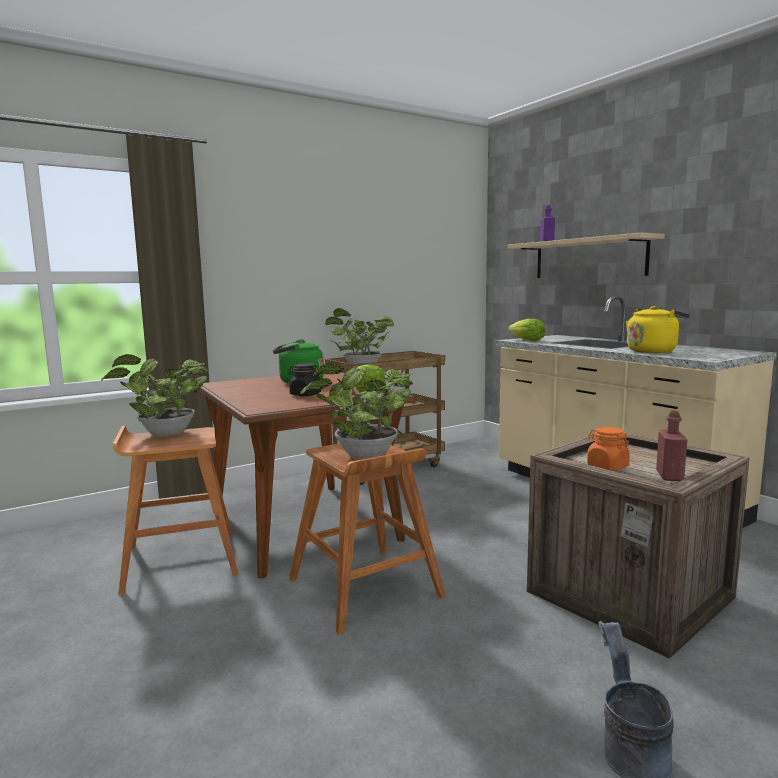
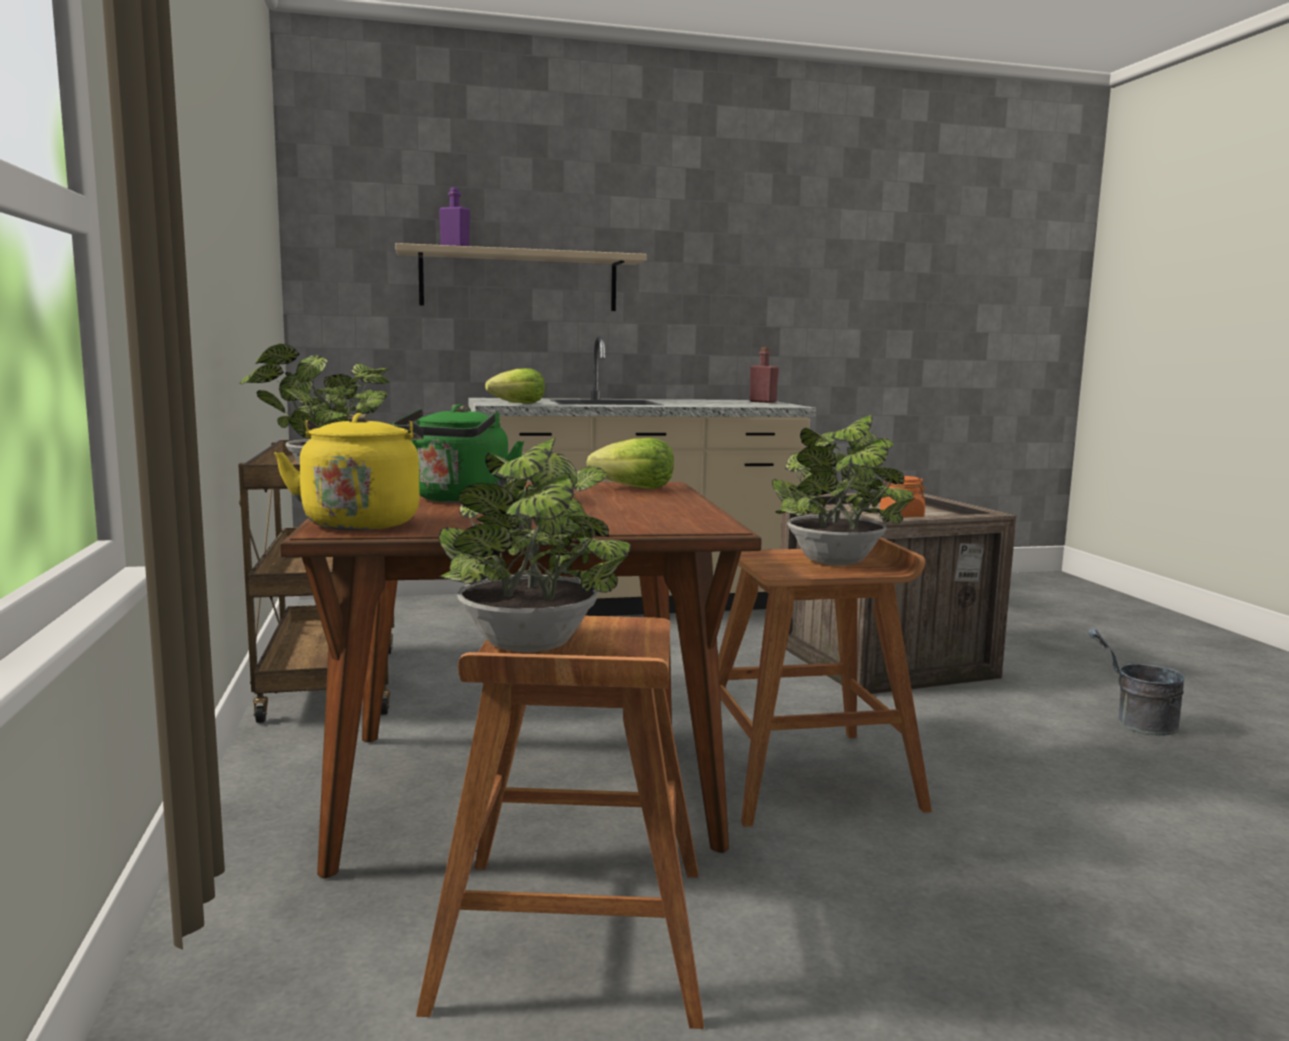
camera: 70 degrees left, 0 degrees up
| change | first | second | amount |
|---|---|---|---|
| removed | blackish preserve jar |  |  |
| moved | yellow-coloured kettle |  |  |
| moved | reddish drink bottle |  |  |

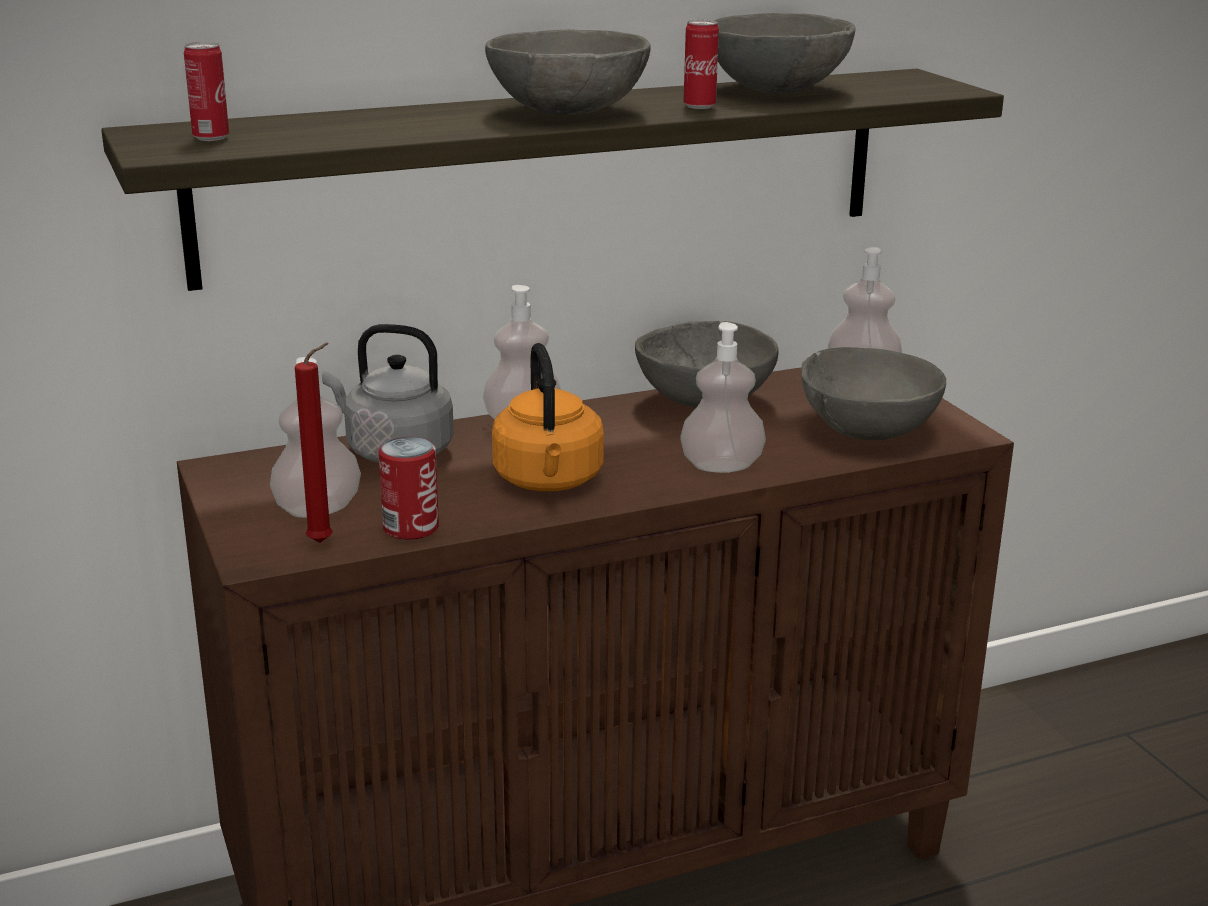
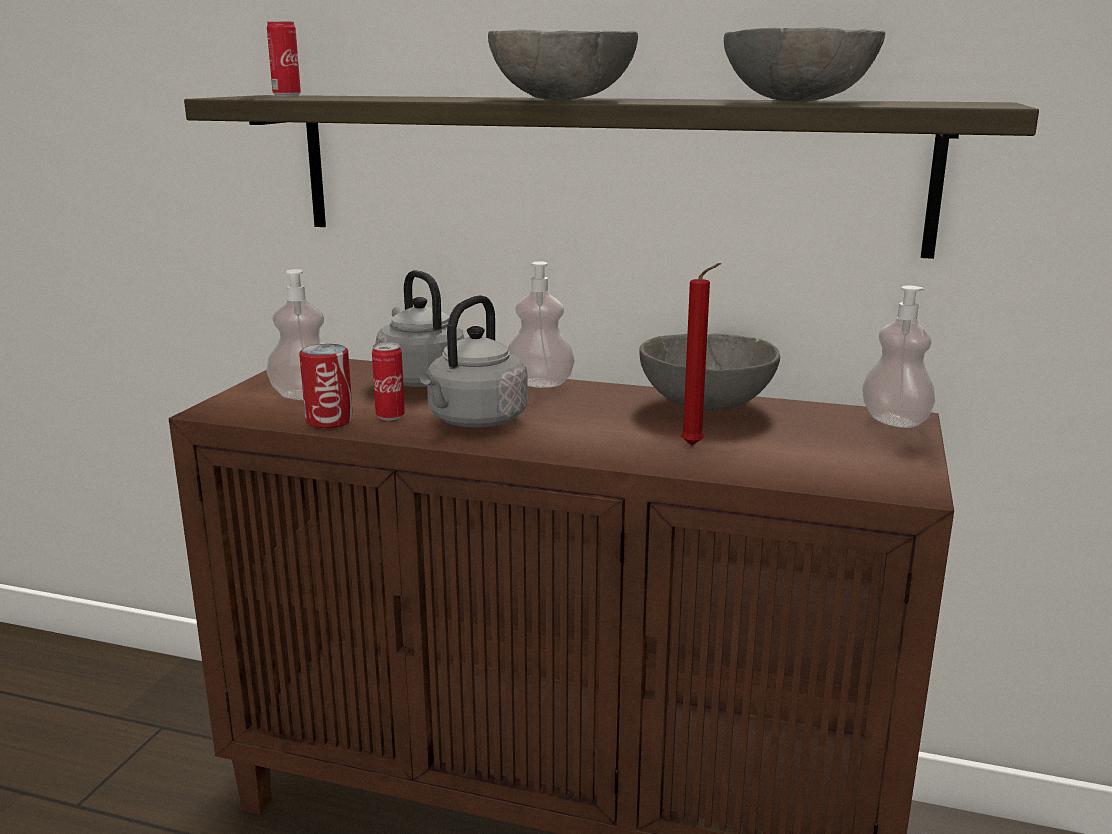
camera: 40 degrees right, 5 degrees down
| change | first | second | amount |
|---|---|---|---|
| moved | reddish candle |  |  |
| recoloured | orange kettle | grey kettle (2nd from left) |  |
| removed | soap dispenser (3rd from left) |  |  |
| moved | sealed can (3rd from left) |  |  |
| removed | grey deep dish (4th from left) |  |  |

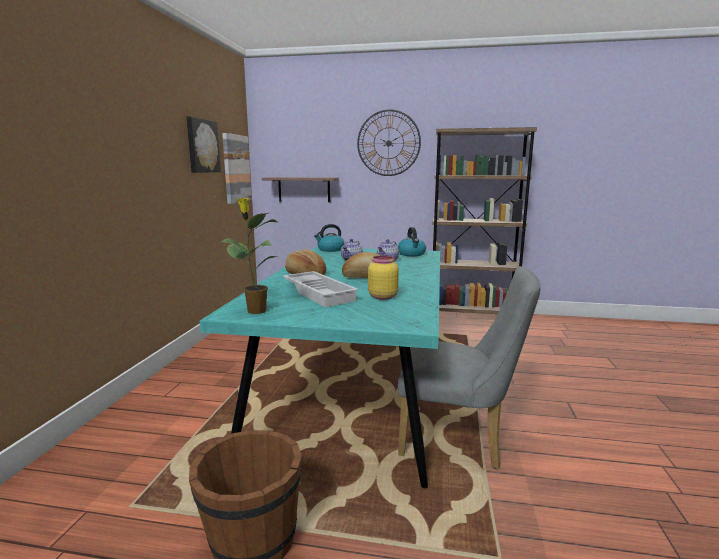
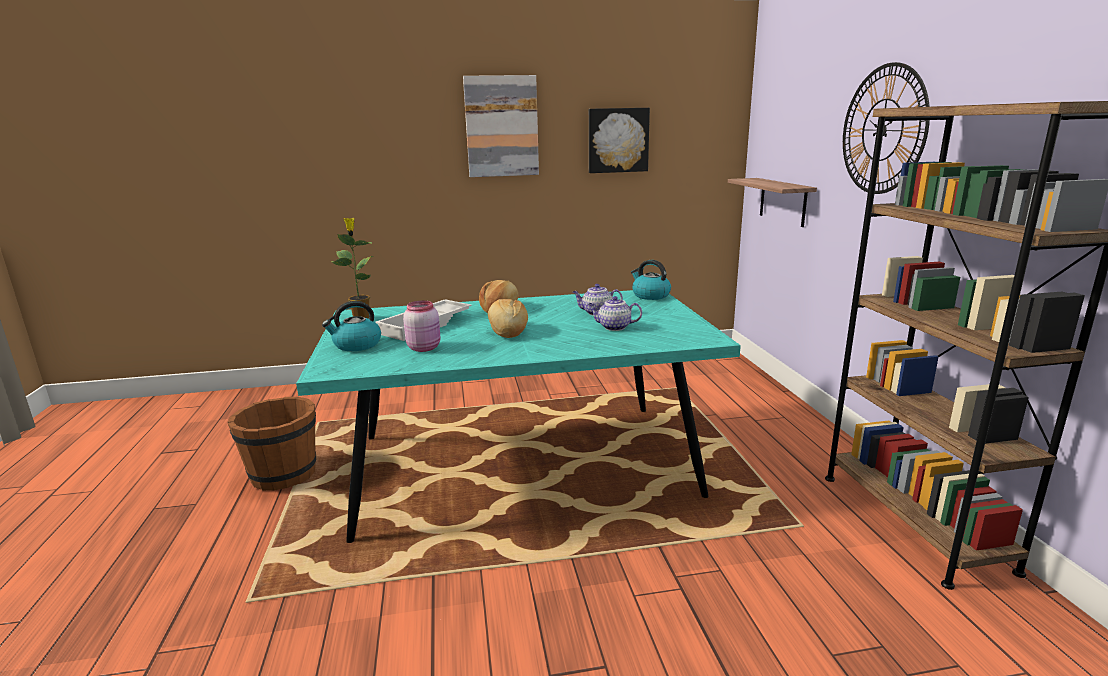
camera: 70 degrees right, 5 degrees up
| change | first | second | amount |
|---|---|---|---|
| moved | picture (2nd from left in the first image) | picture (1st from left) |  |
| recoloured | yellow-coloured preserve jar | pink preserve jar |  |
| moved | kettle (2nd from left in the first image) | kettle (1st from left) |  |
| removed | grey upright chair |  |  |

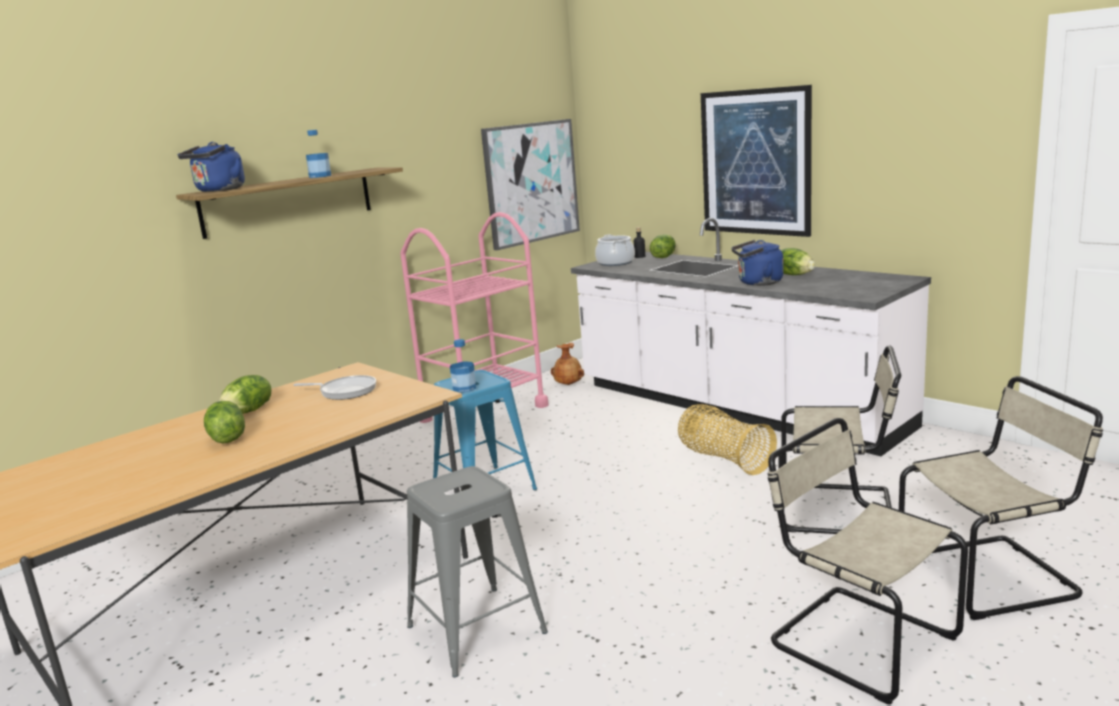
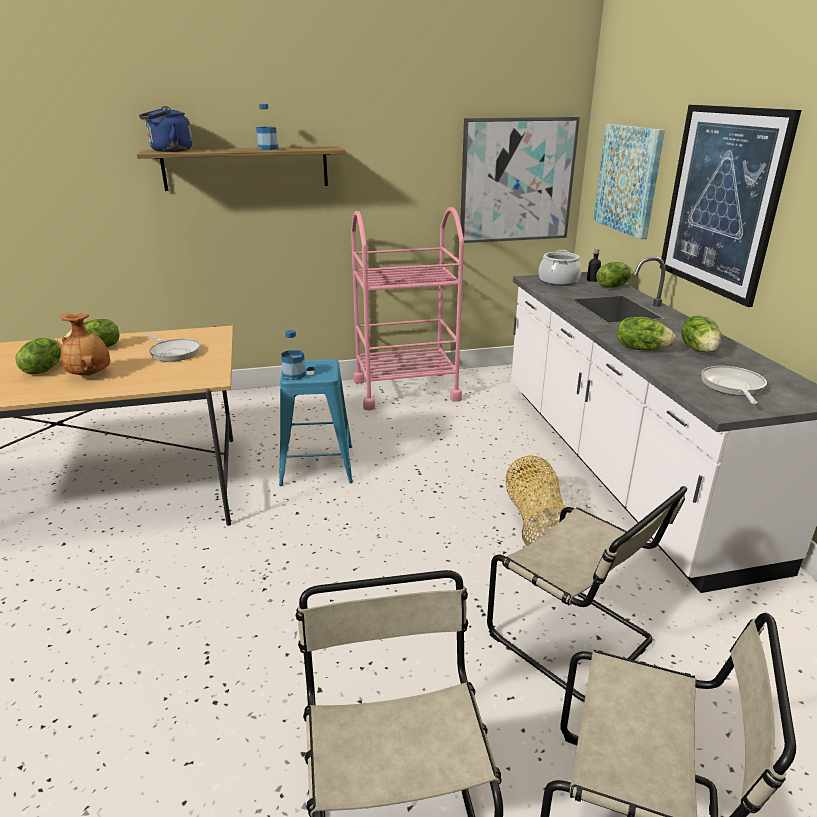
camera: 30 degrees right, 10 degrees up
| change | first | second | amount |
|---|---|---|---|
| removed | grey stool |  |  |
| moved | brown vase |  |  |
| replaced | blue kettle (2nd from left) | head of lettuce (4th from left) |  |
| added |  | picture (2nd from left) |  |
| added |  | frying pan (2nd from left) |  |

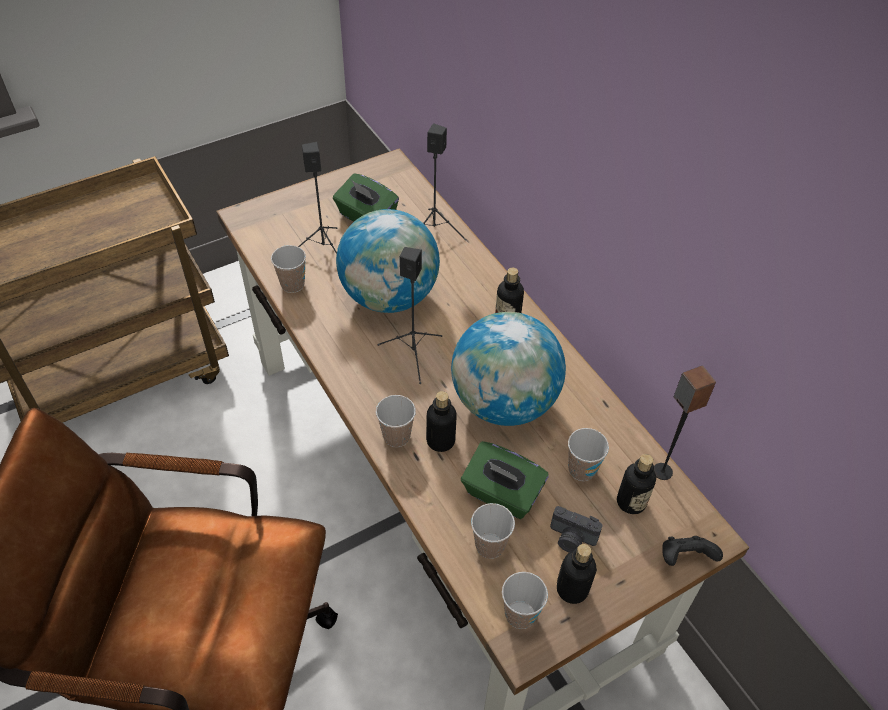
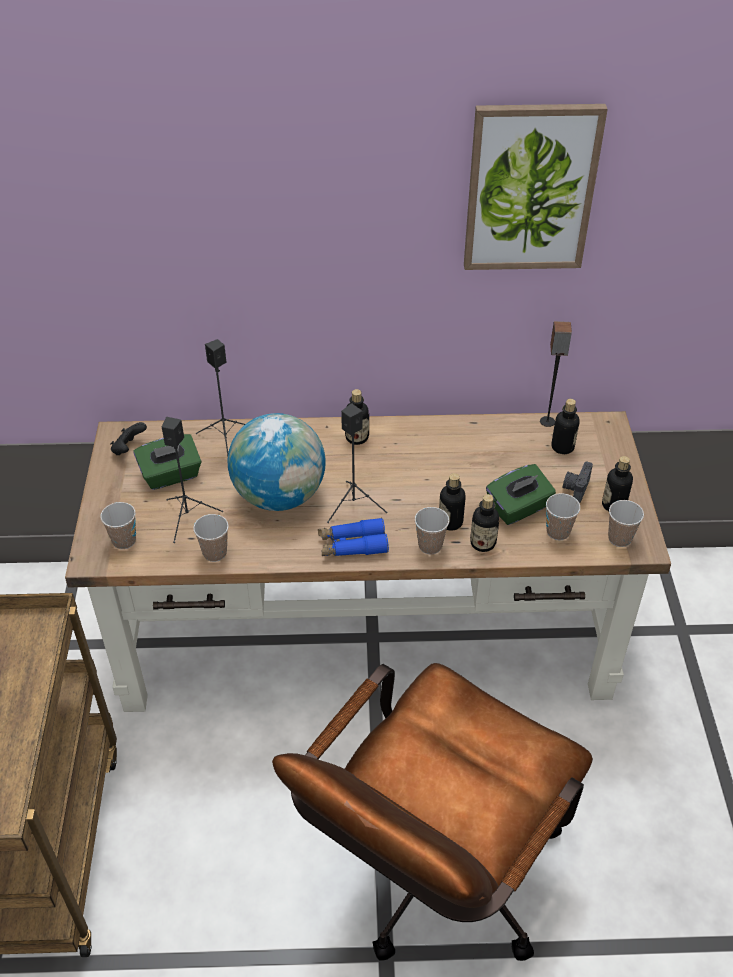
camera: 60 degrees left, 5 degrees down
| change | first | second | amount |
|---|---|---|---|
| removed | globe (2nd from left) |  |  |
| turned | still camera |  | 150 degrees clockwise |
| moved | drinking cup (5th from left in the first image) | drinking cup (1st from left) |  |
| moved | blackish game controller |  |  |
| added |  | blue field glasses |  |
| added |  | picture |  |
| added |  | drink bottle (3rd from left) |  |

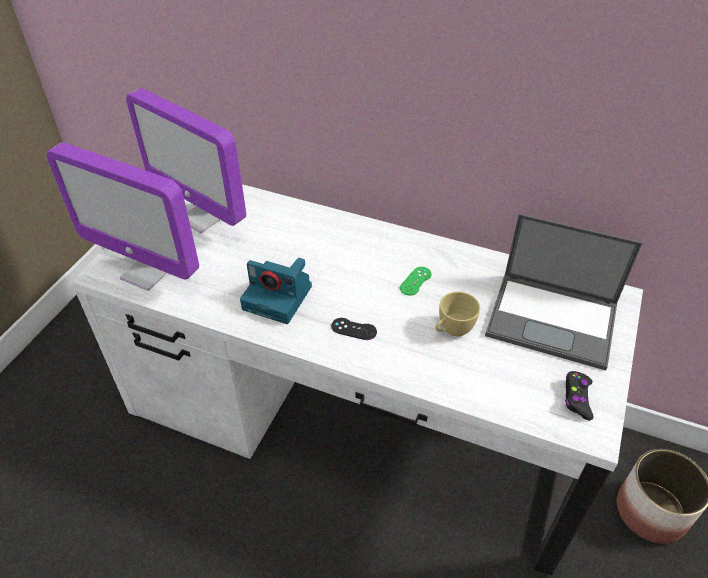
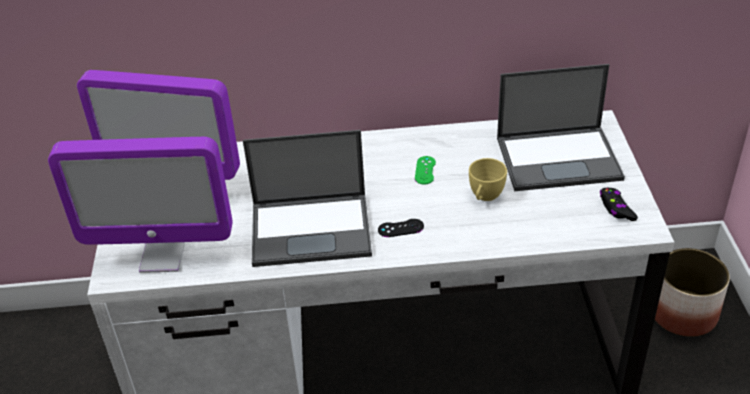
camera: 25 degrees left, 5 degrees down
| change | first | second | amount |
|---|---|---|---|
| replaced | still camera | laptop (1st from left) |  |

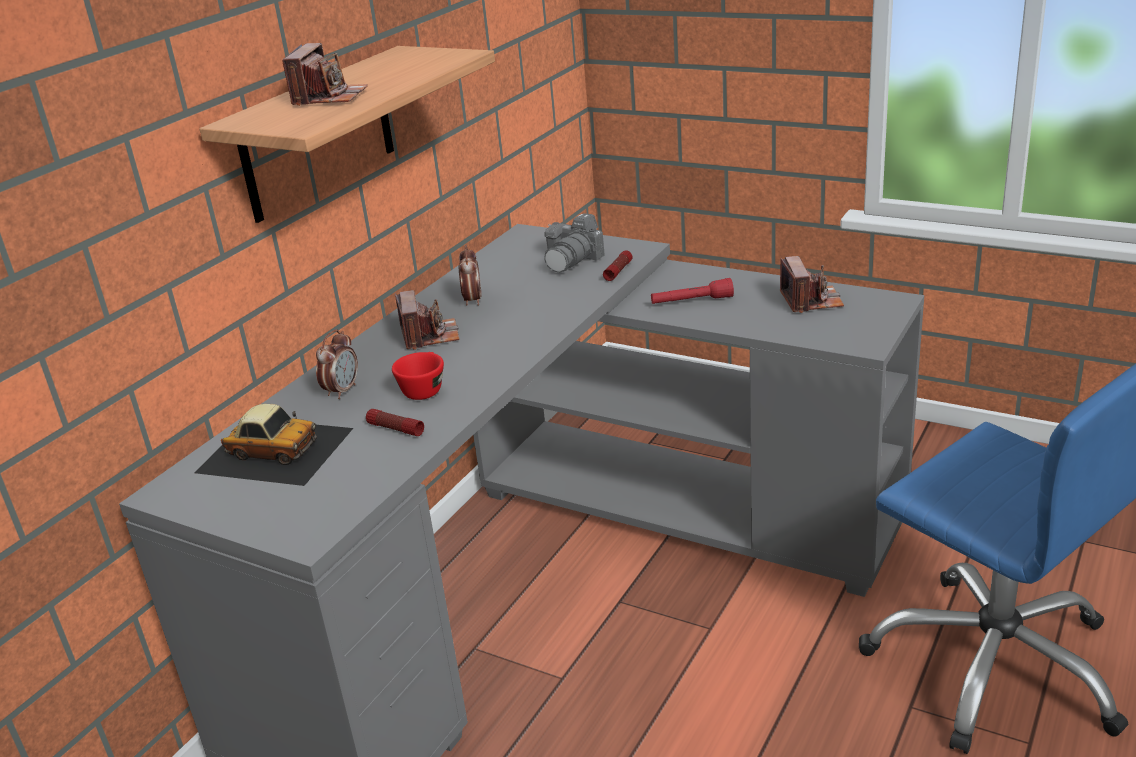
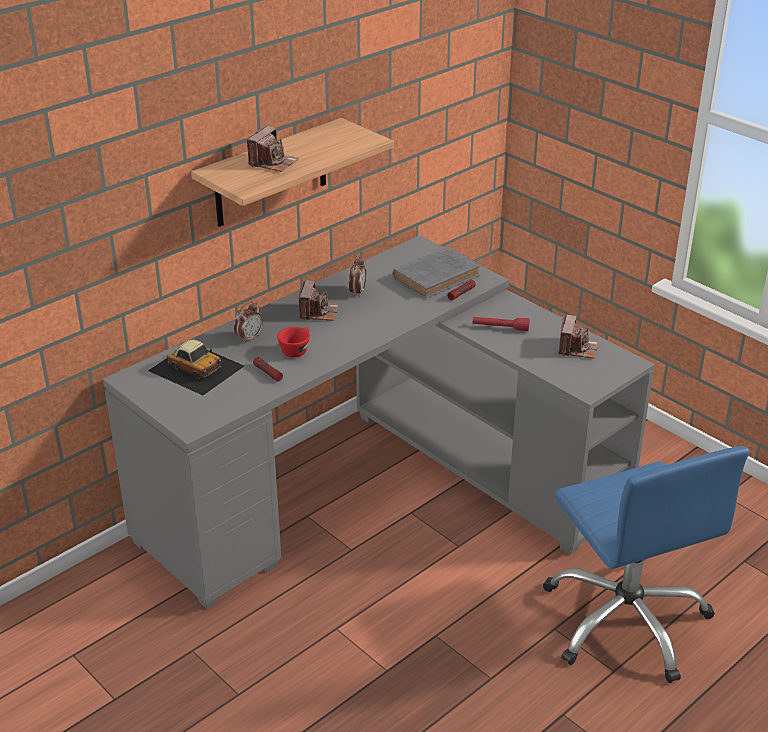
camera: 15 degrees right, 5 degrees up
| change | first | second | amount |
|---|---|---|---|
| replaced | still camera (3rd from left) | grey volume |  |

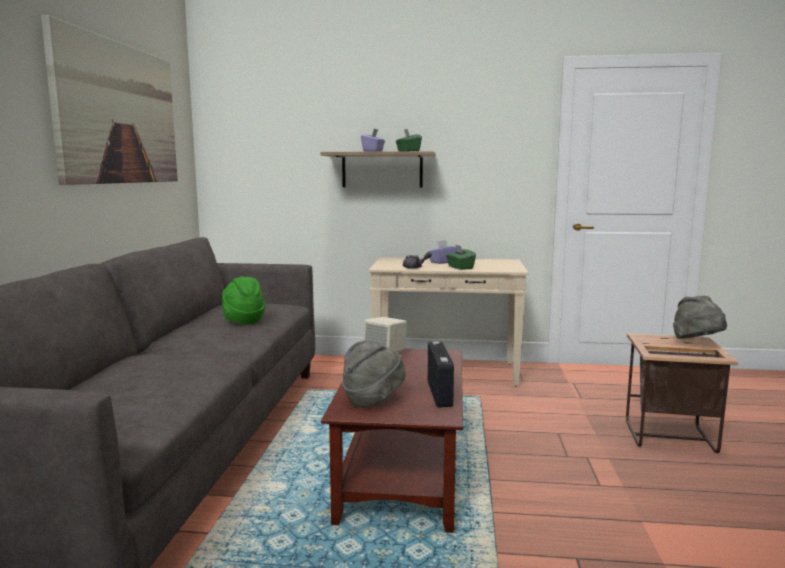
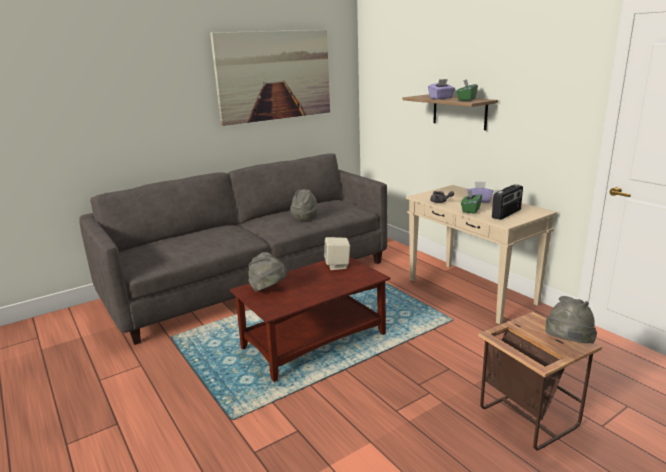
camera: 50 degrees right, 10 degrees up
| change | first | second | amount |
|---|---|---|---|
| recoloured | green hat | grey hat (2nd from left) |  |
| moved | radio |  |  |

